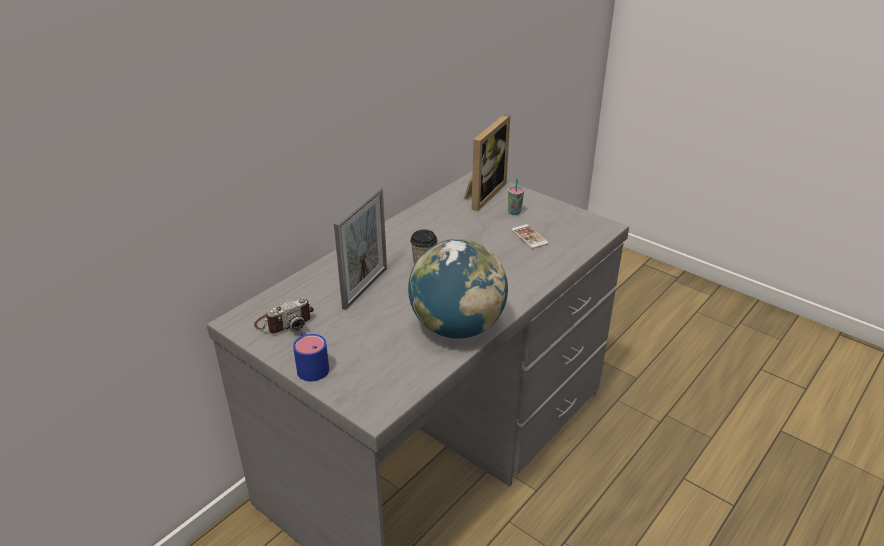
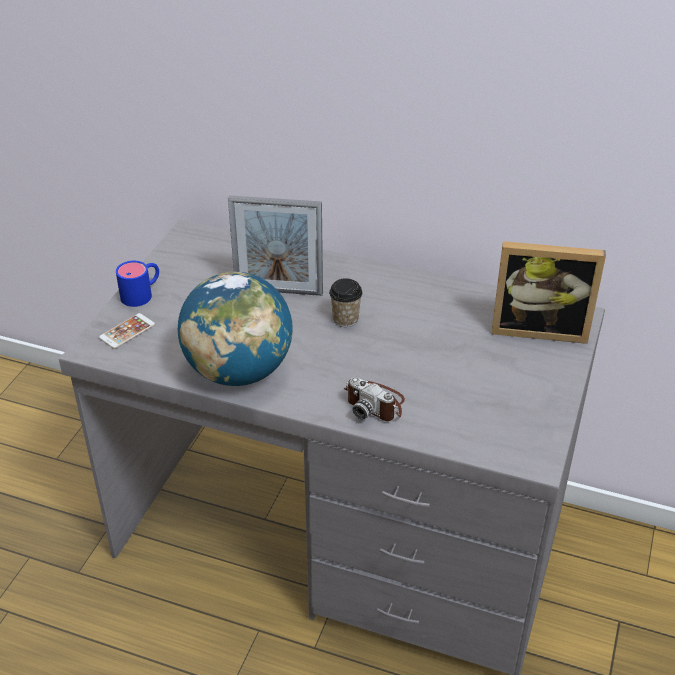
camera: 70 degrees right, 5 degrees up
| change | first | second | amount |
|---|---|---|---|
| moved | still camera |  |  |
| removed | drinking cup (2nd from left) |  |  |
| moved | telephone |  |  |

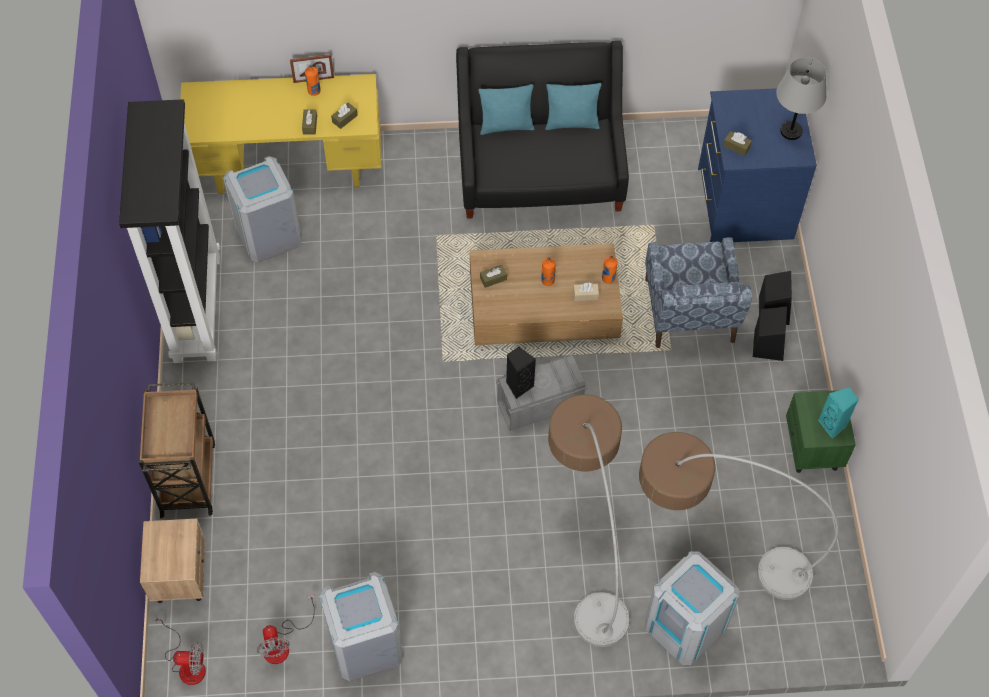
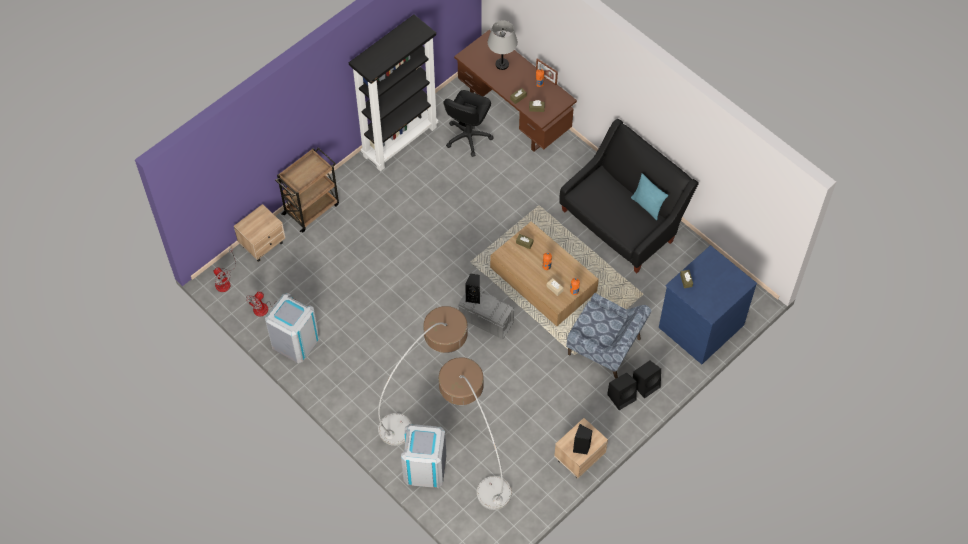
camera: 50 degrees right, 0 degrees up
| change | first | second | amount |
|---|---|---|---|
| recoloured | yellow-coloured desk unit | brown desk unit |  |
| replaced | grey waste bin (1st from left) | blackish desk chair |  |
| removed | turquoise-coloured cushion (1st from left) |  |  |
| turned | blue armchair |  | 105 degrees counterclockwise |
| moved | grey table lamp |  |  |
| recoloured | green night table | beige night table (2nd from left) |  |
| recoloured | turquoise-coloured loudspeaker | blackish loudspeaker (2nd from left) |  |

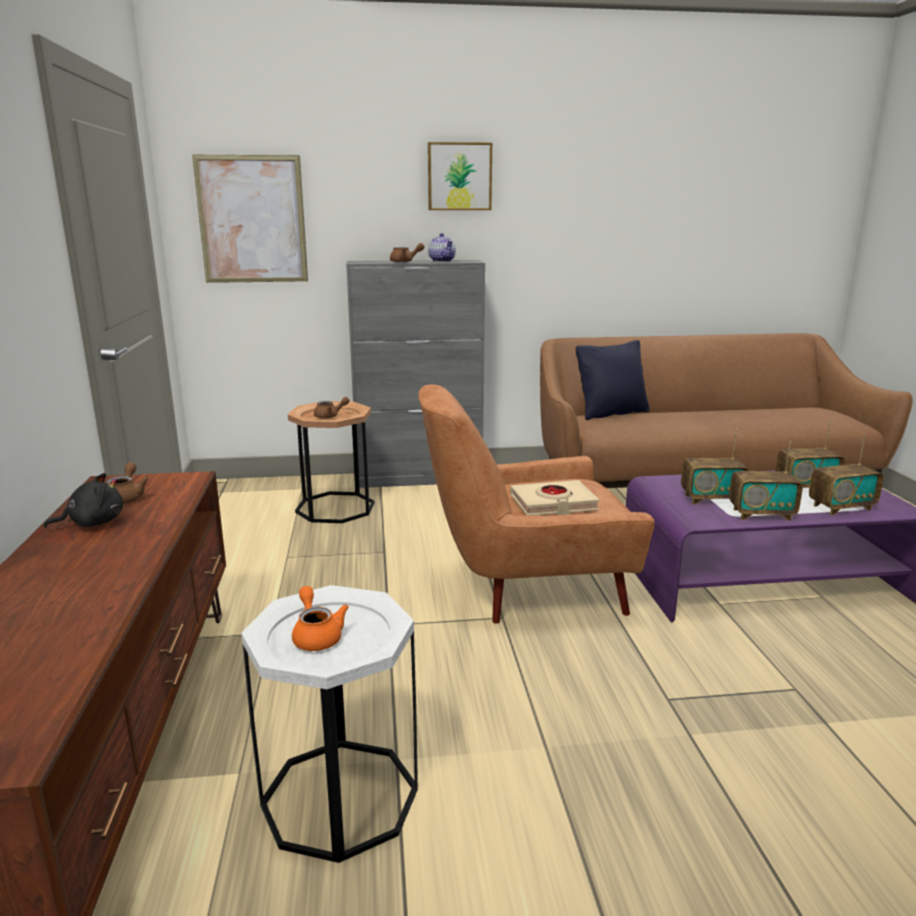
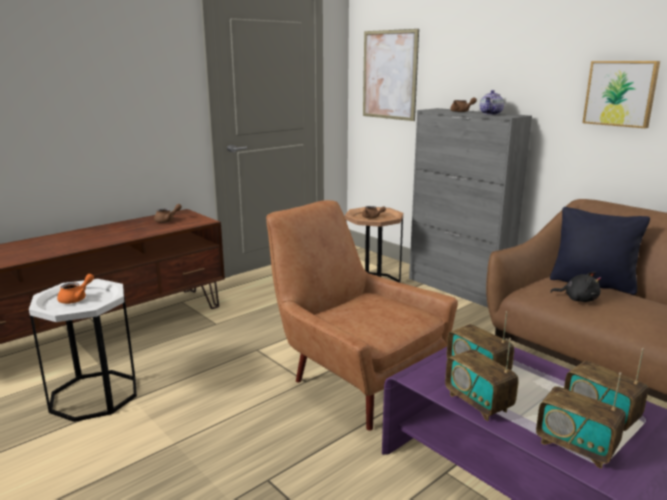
camera: 55 degrees right, 0 degrees up
| change | first | second | amount |
|---|---|---|---|
| moved | blackish plush toy |  |  |
| moved | picture (2nd from left) |  |  |
| removed | beige volume |  |  |

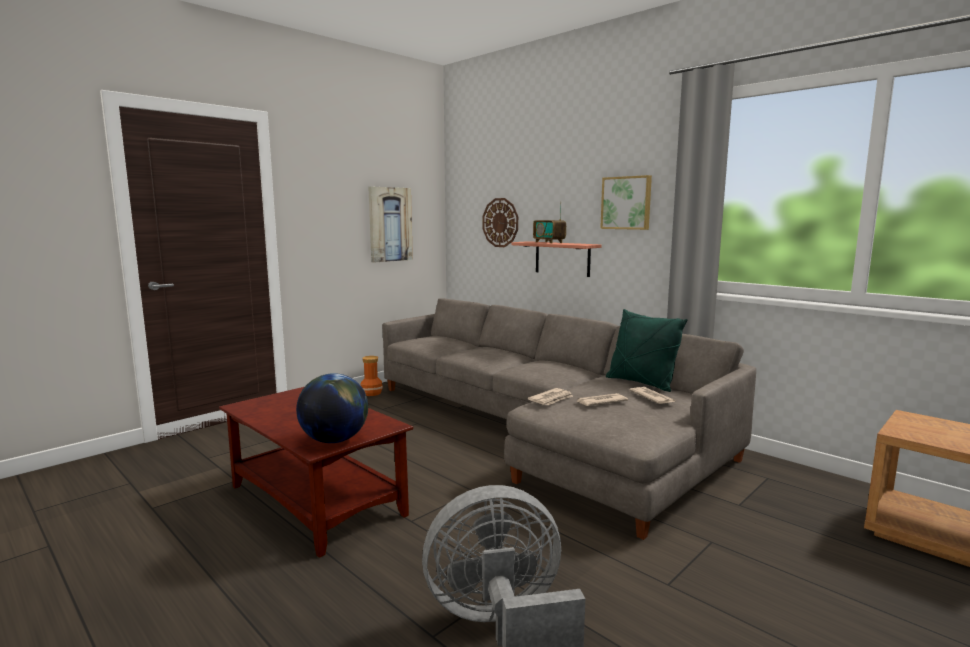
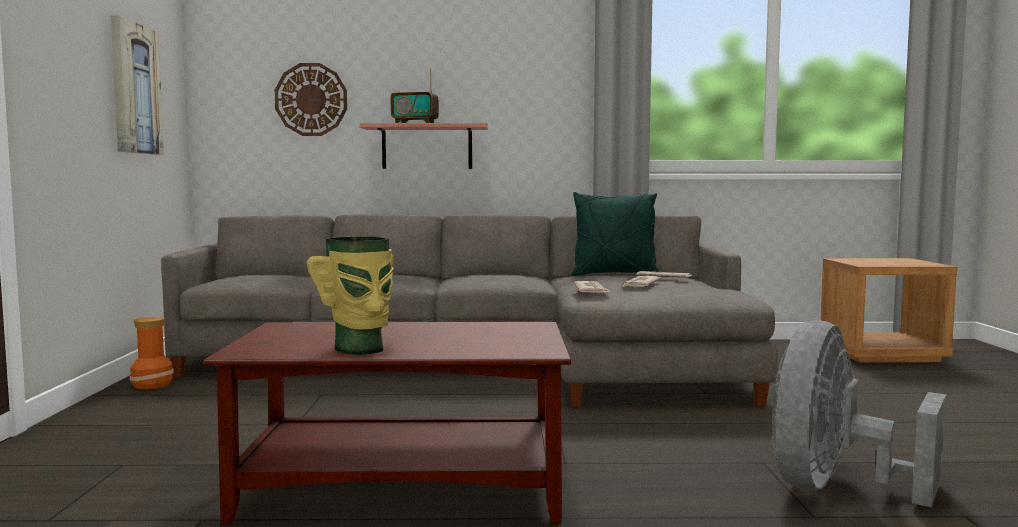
camera: 45 degrees left, 5 degrees down
| change | first | second | amount |
|---|---|---|---|
| removed | globe |  |  |
| removed | picture (2nd from left) |  |  |
| added |  | vase (2nd from left) |  |

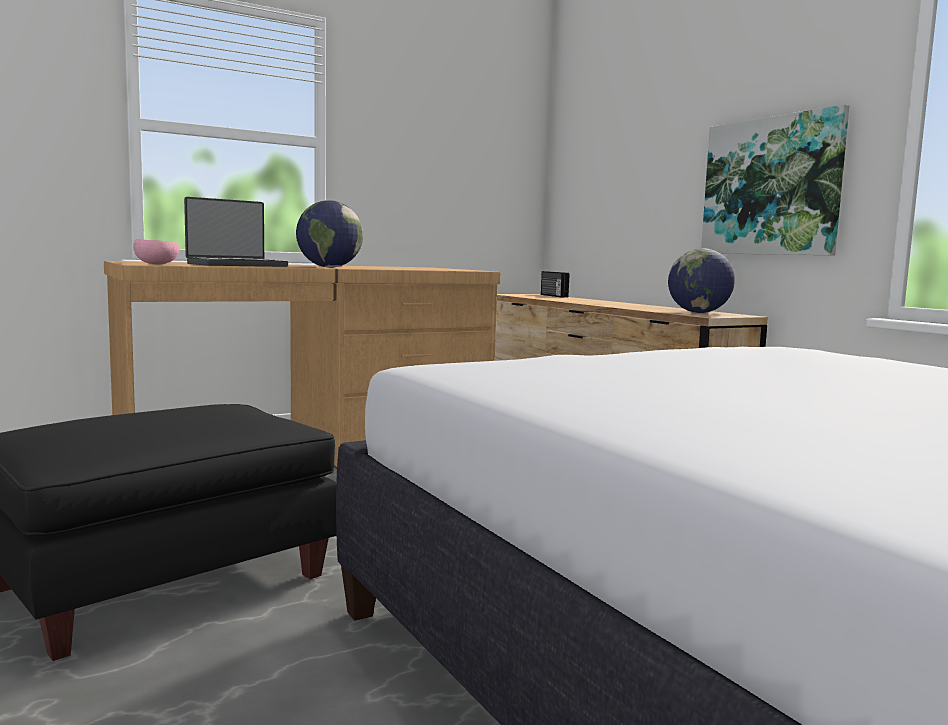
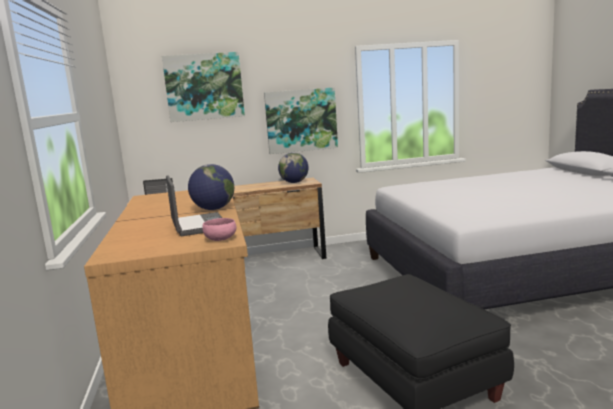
camera: 70 degrees left, 5 degrees up
| change | first | second | amount |
|---|---|---|---|
| added |  | picture (1st from left) |  |

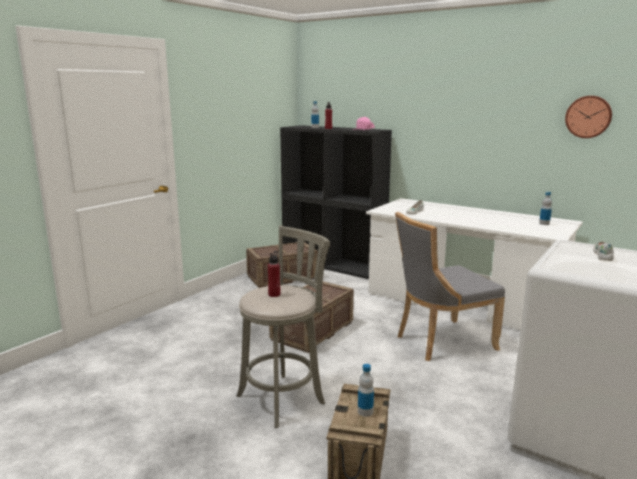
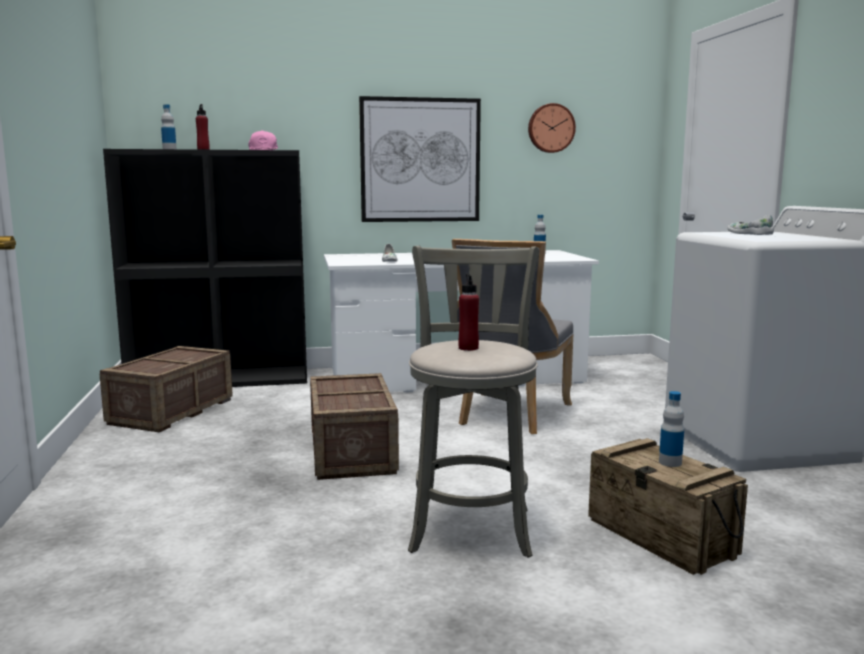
camera: 45 degrees left, 5 degrees down
| change | first | second | amount |
|---|---|---|---|
| added |  | picture |  |

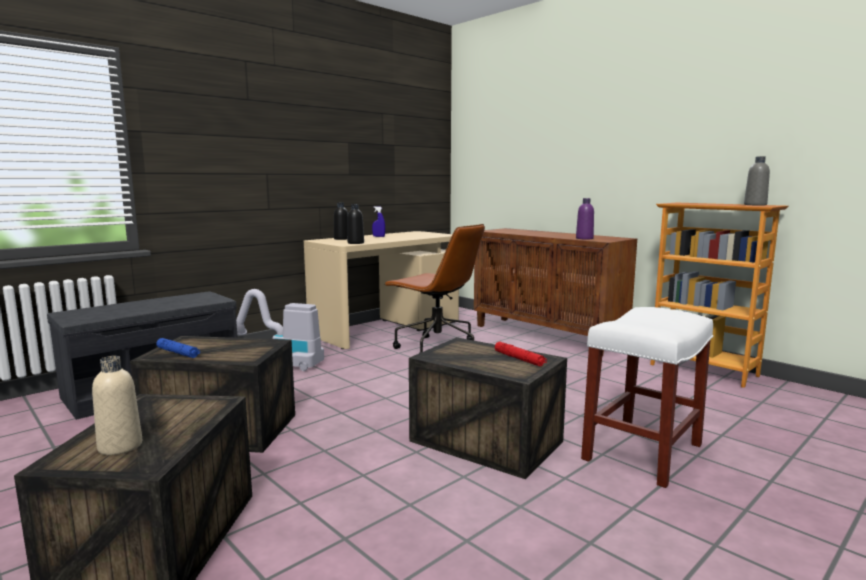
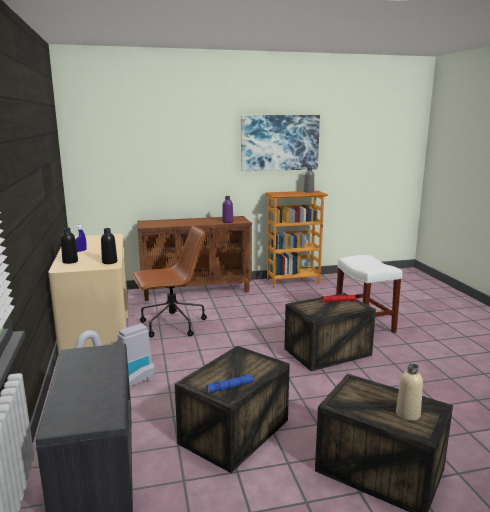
camera: 60 degrees left, 5 degrees up
| change | first | second | amount |
|---|---|---|---|
| added |  | picture |  |

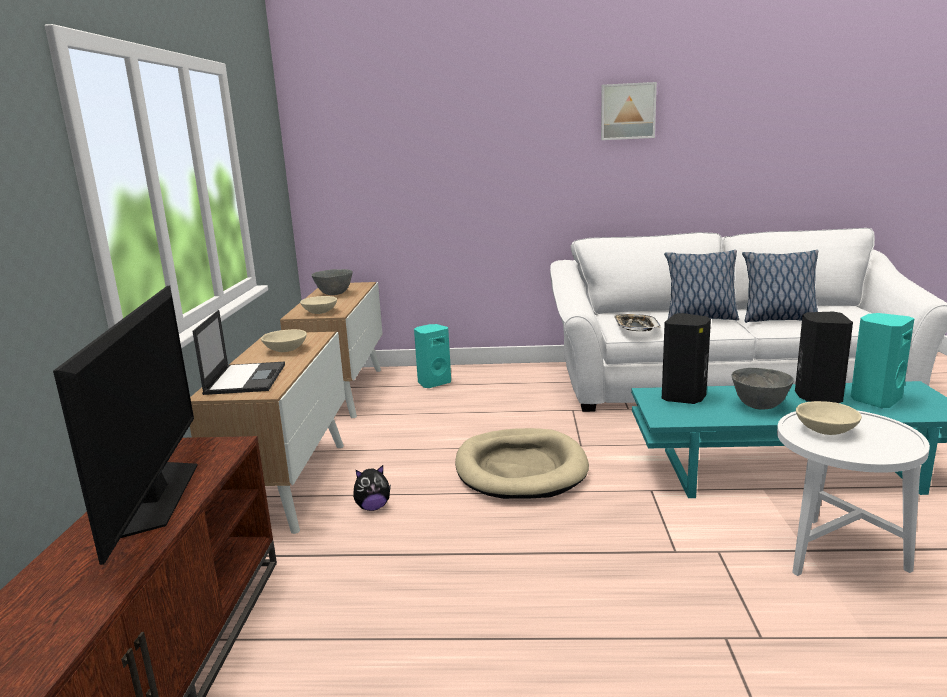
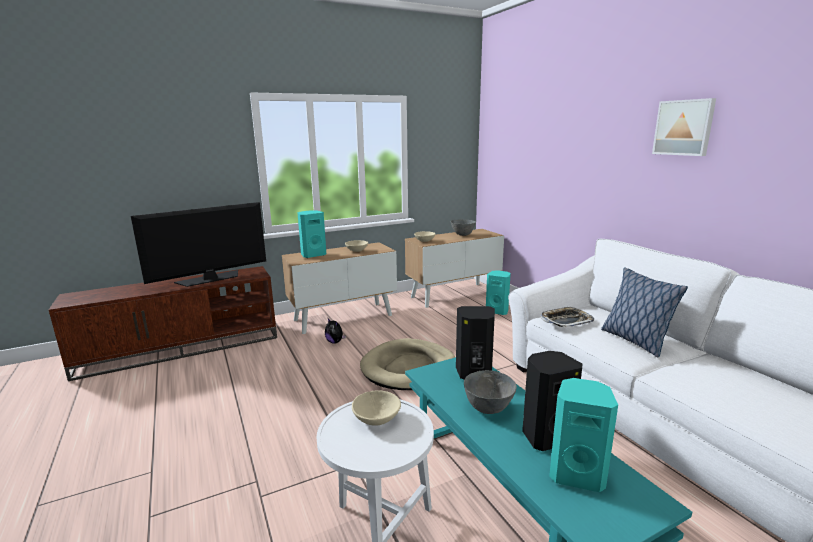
camera: 60 degrees right, 0 degrees up
| change | first | second | amount |
|---|---|---|---|
| replaced | laptop | turquoise-coloured loudspeaker (1st from left) |  |
| removed | cushion (2nd from left) |  |  |

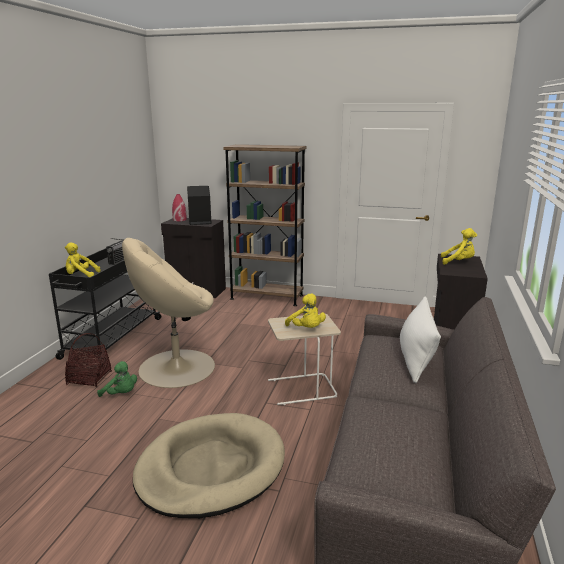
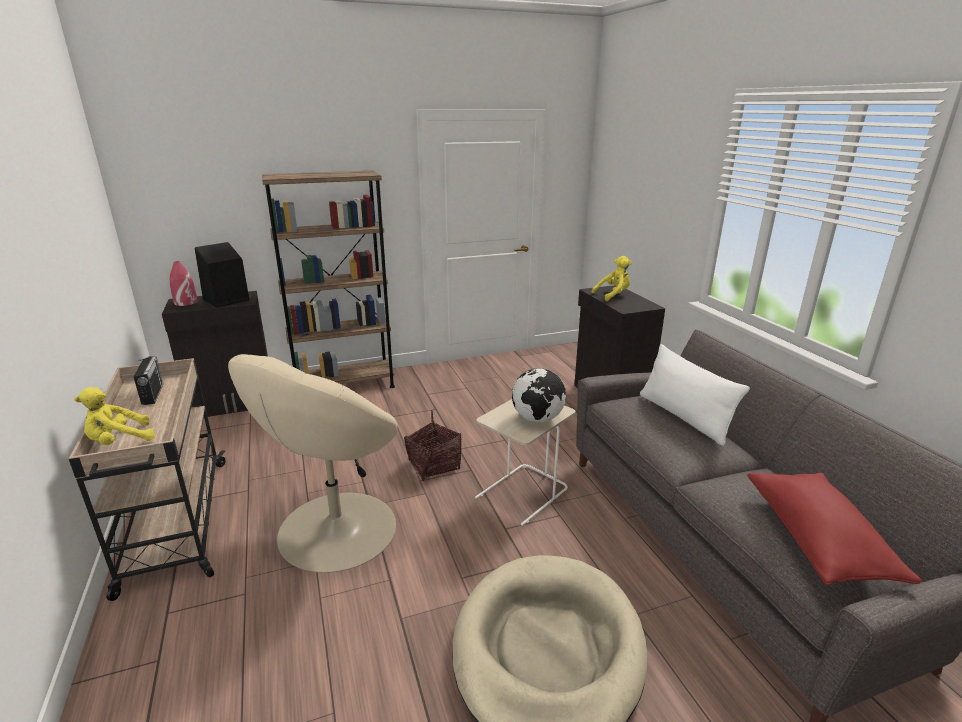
camera: 35 degrees left, 5 degrees up
| change | first | second | amount |
|---|---|---|---|
| recoloured | blackish wheeled cart | beige wheeled cart |  |
| moved | basket |  |  |
| removed | green plush toy |  |  |
| replaced | yellow-coloured plush toy (2nd from left) | globe |  |
| added |  | reddish cushion |  |

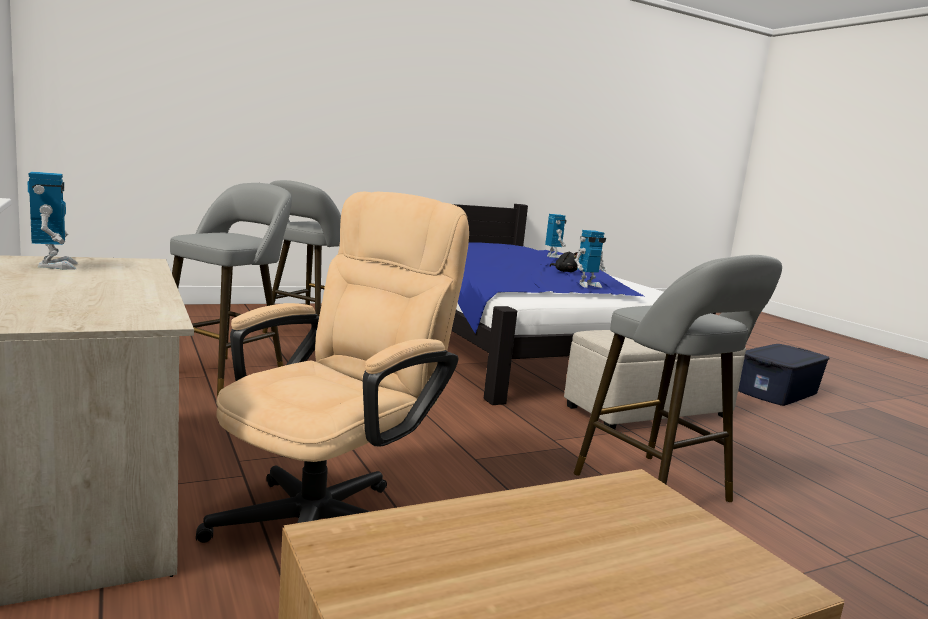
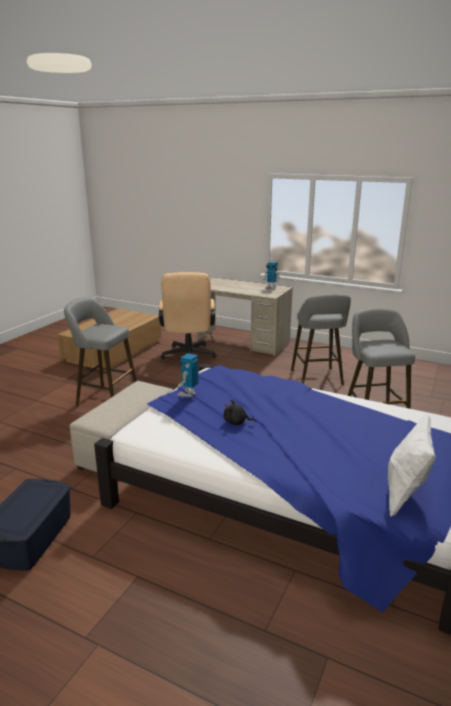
camera: 145 degrees right, 10 degrees up
| change | first | second | amount |
|---|---|---|---|
| removed | toy robot (2nd from left) |  |  |
| added |  | white-coloured cushion |  |

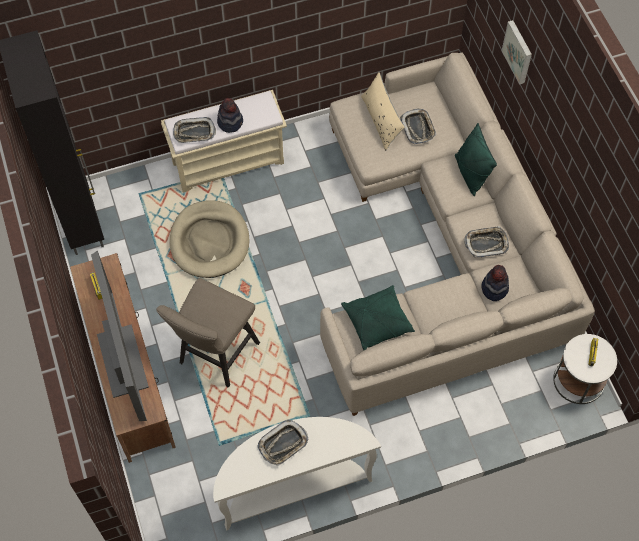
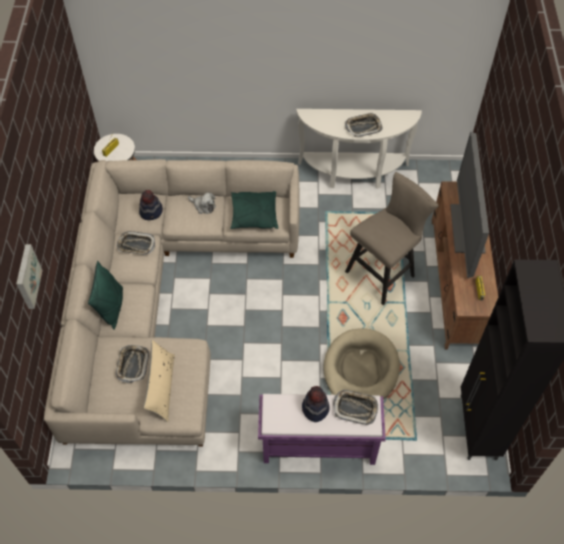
camera: 160 degrees left, 5 degrees down
| change | first | second | amount |
|---|---|---|---|
| recoloured | beige bench | purple bench |  |
| added |  | plush toy |  |

